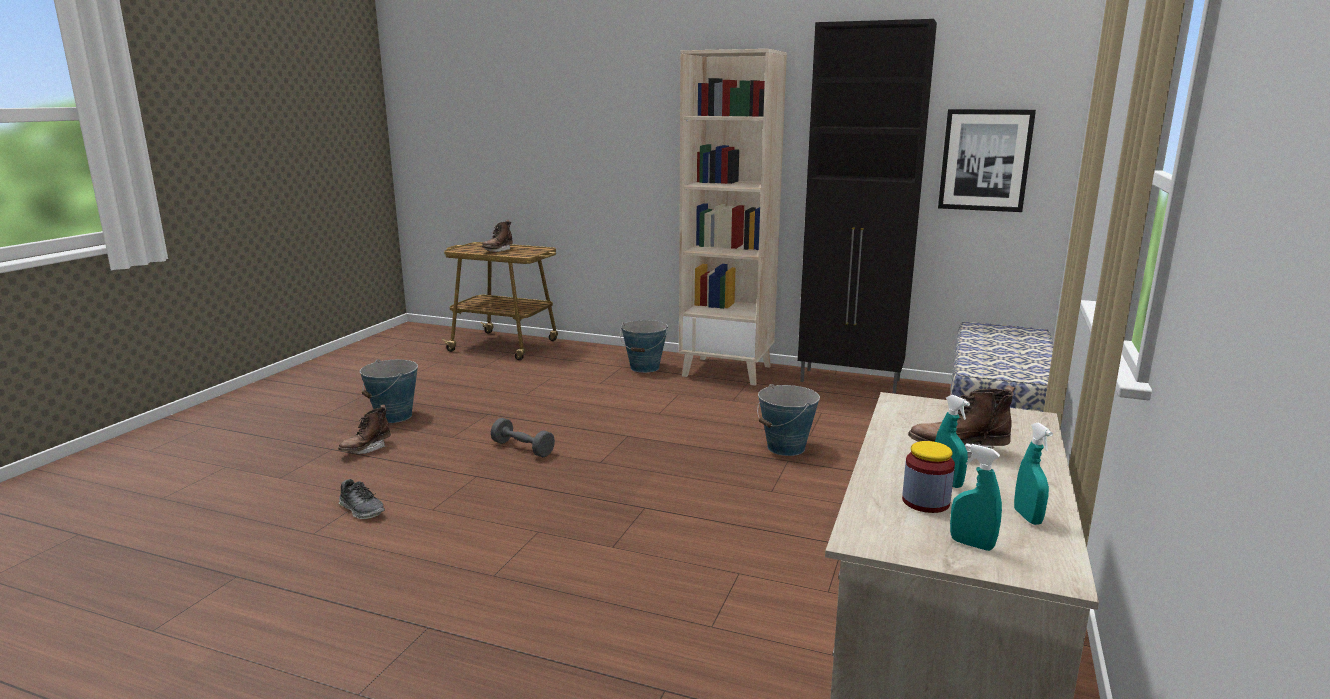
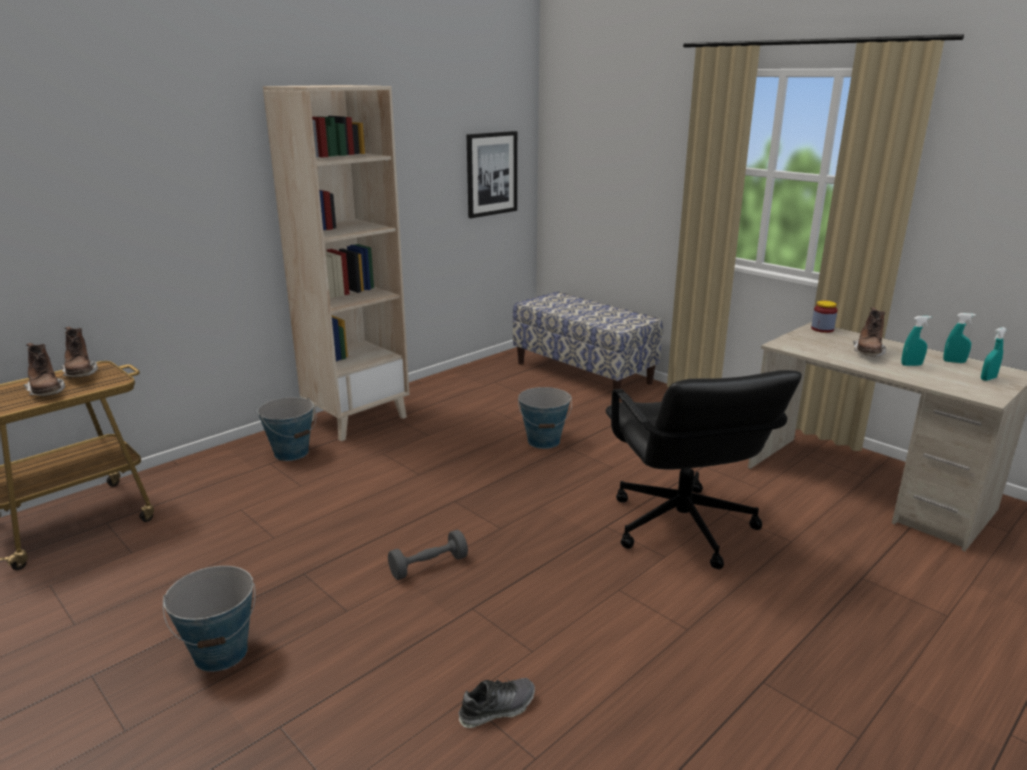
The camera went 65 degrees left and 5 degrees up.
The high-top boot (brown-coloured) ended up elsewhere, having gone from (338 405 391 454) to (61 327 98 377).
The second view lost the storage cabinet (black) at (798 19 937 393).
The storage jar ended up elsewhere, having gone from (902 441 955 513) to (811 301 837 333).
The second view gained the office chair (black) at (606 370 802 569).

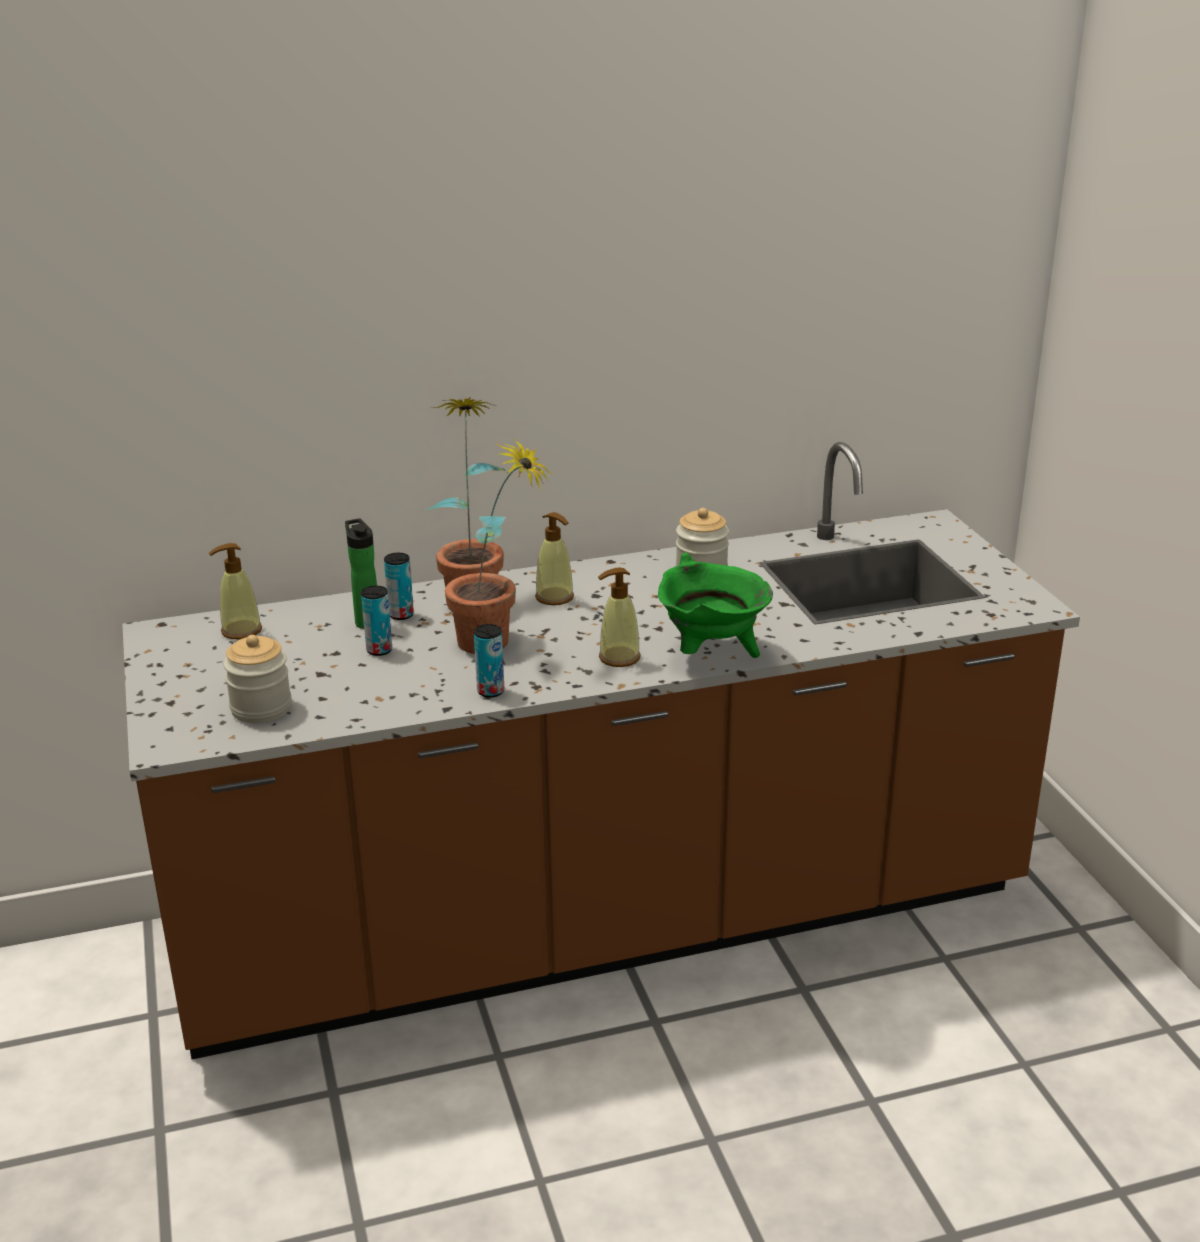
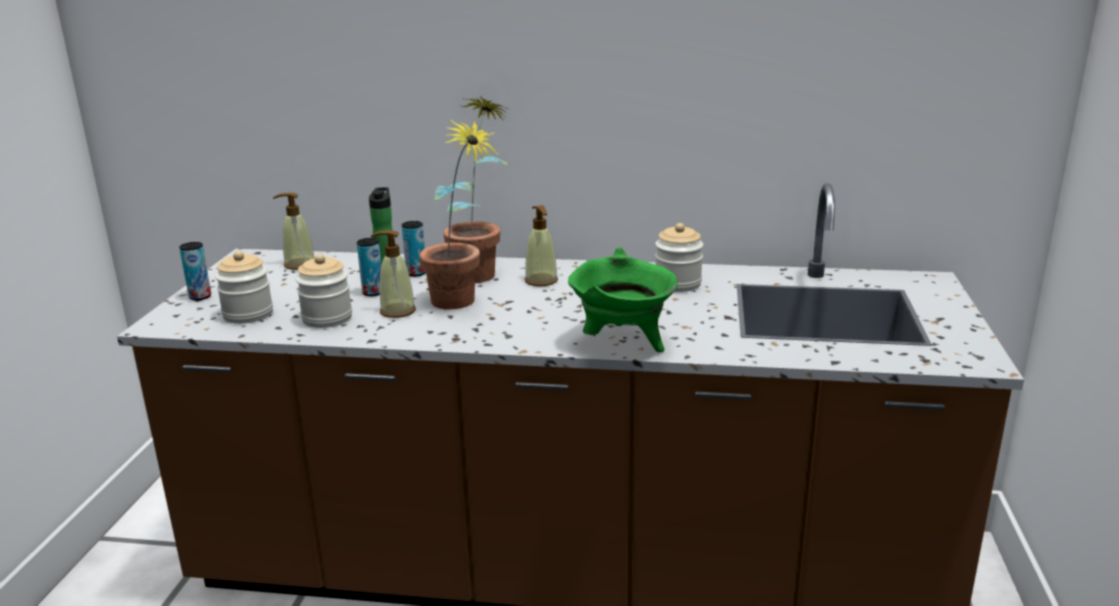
The camera went 25 degrees right and 5 degrees down.
The can ended up elsewhere, having gone from (474 624 504 698) to (179 242 211 300).
The soap dispenser ended up elsewhere, having gone from (598 567 641 667) to (371 230 416 318).
The second view gained the storage jar at (296 254 352 328).

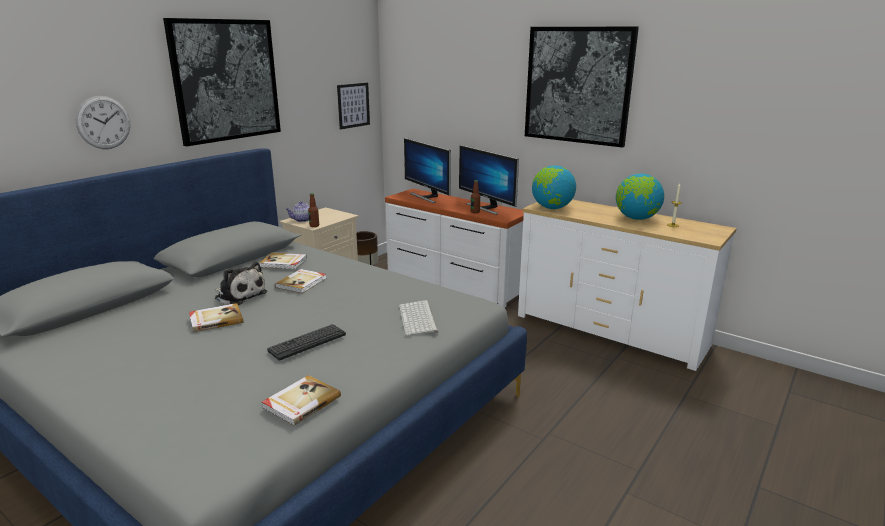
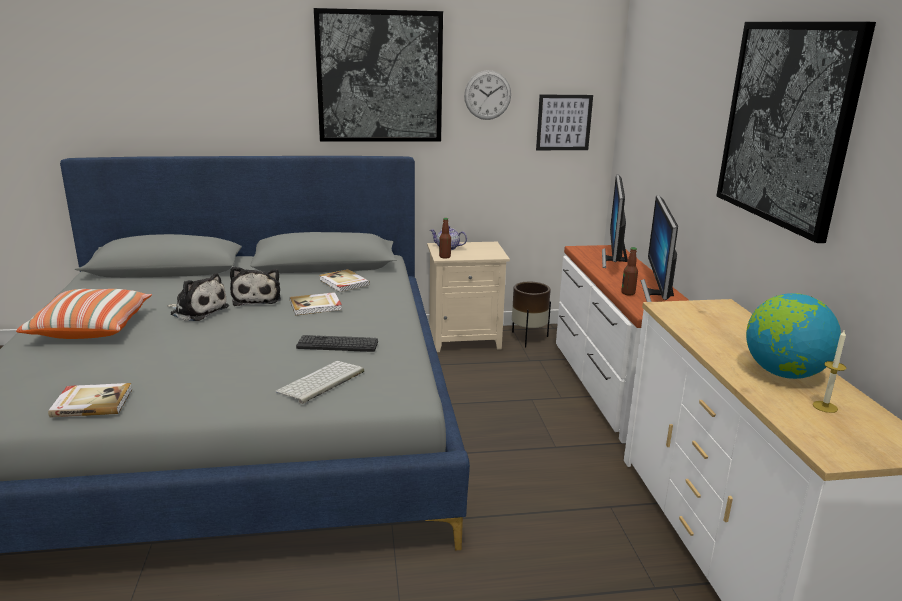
The camera went 45 degrees right and 0 degrees up.
The hanging clock ended up elsewhere, having gone from (75 96 131 149) to (464 70 511 120).
Where the book stood at (189 303 244 333), the soft toy came to stand at (167 273 229 321).
The computer keyboard ended up elsewhere, having gone from (267 324 346 360) to (296 335 378 352).
The second view lost the world globe at (532 165 576 209).
The second view gained the pillow at (16 289 152 339).

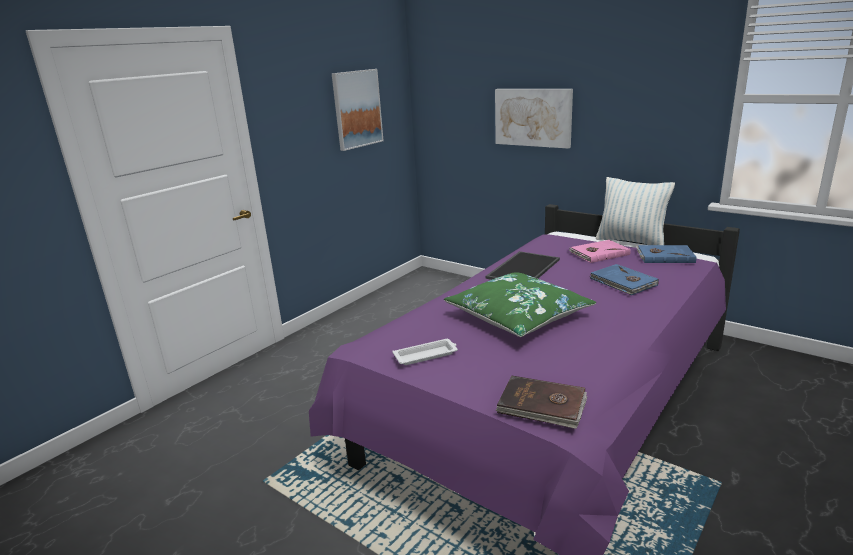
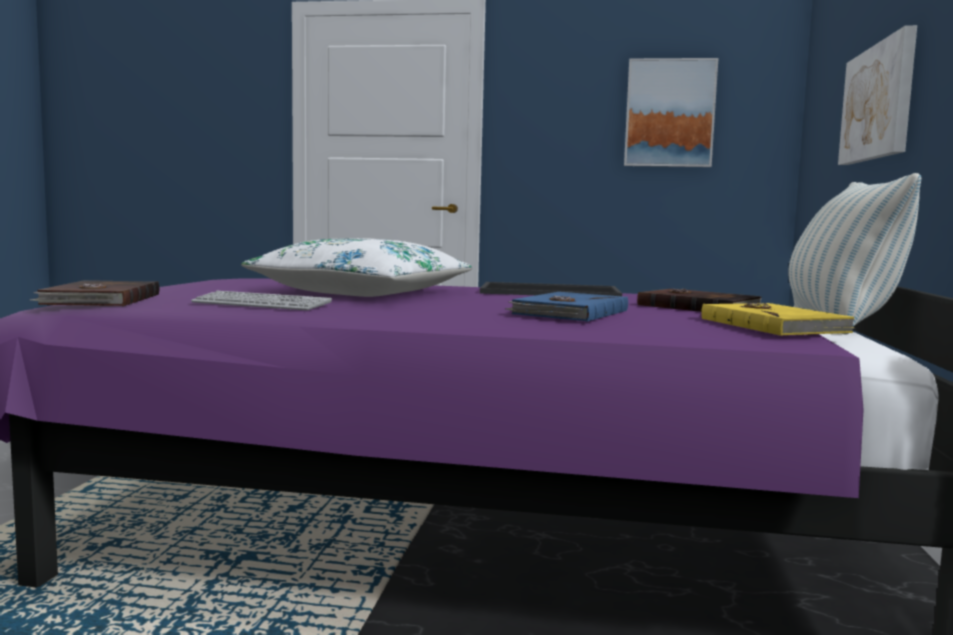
The camera went 60 degrees right and 15 degrees down.
The second view lost the tray (white-coloured) at (392 339 458 365).
What was the pillow (green) at (444 272 596 337) turned into the pillow (white-coloured) at (241 238 472 297).
What was the book (pinkish) at (569 240 631 263) turned into the book (brown-coloured) at (637 289 762 312).
What was the book (bluish) at (637 245 697 263) turned into the book (yellow-coloured) at (701 303 856 336).
The second view gained the computer keyboard at (191 291 332 310).

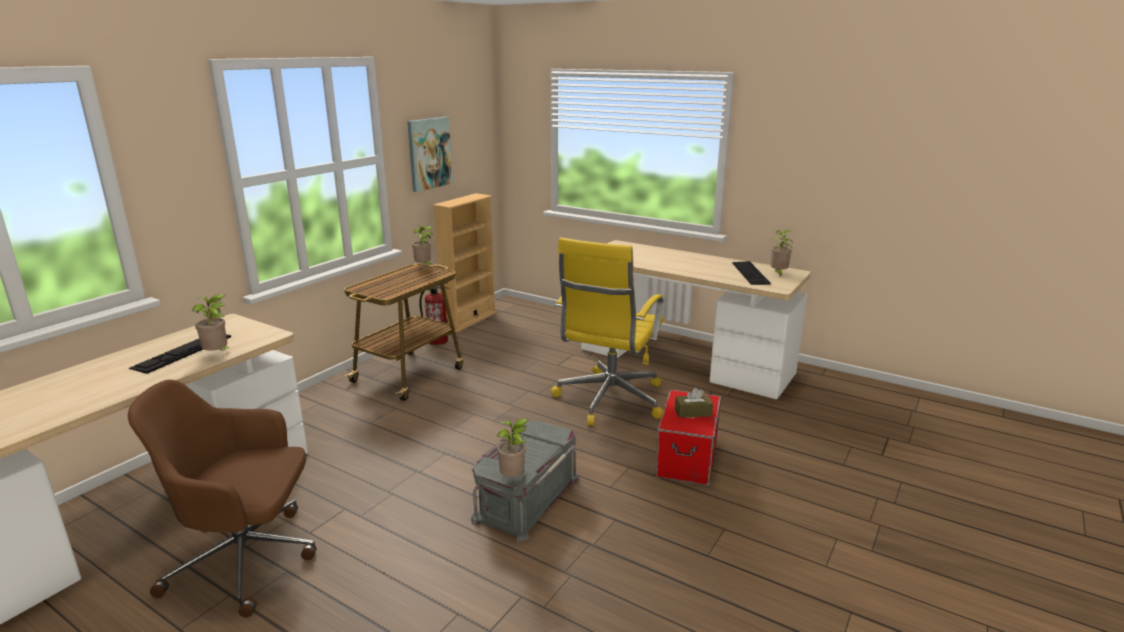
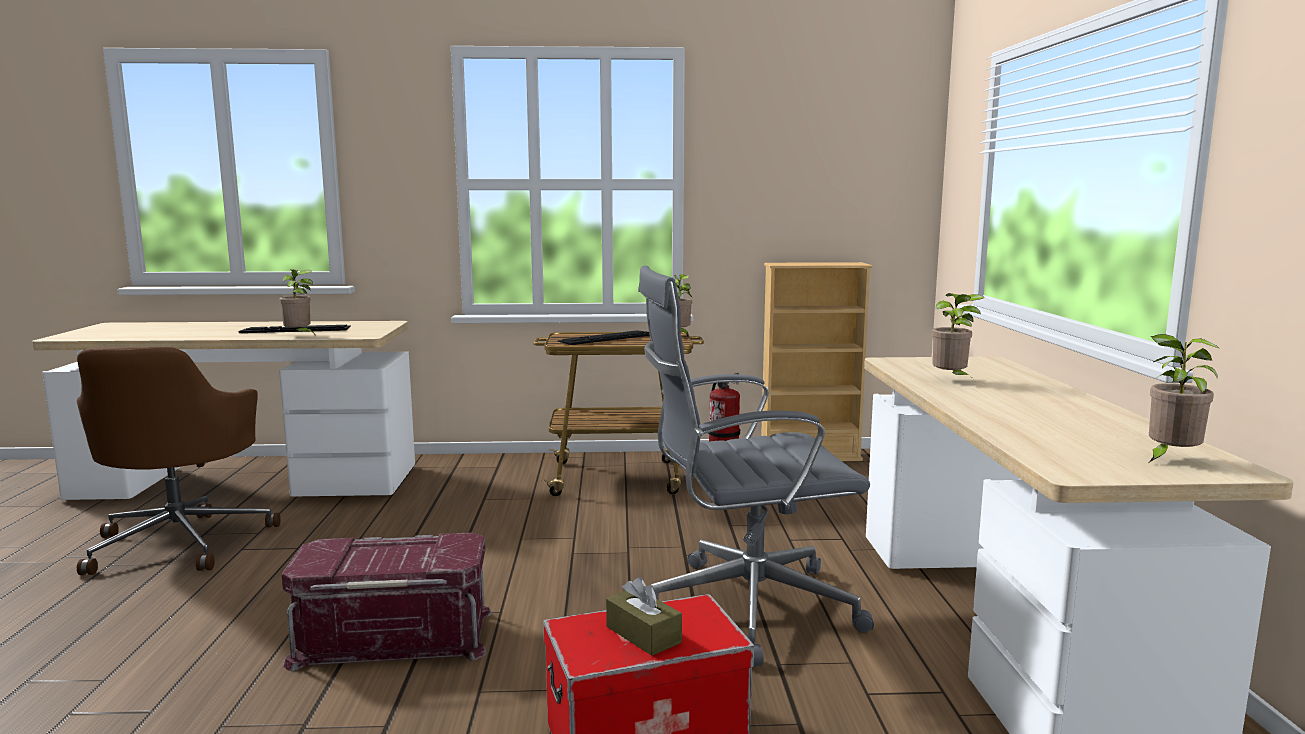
The camera went 55 degrees right and 10 degrees down.
The office chair (brown-coloured) at (128 380 316 618) ended up facing another way, 150 degrees counterclockwise from before.
The second view lost the picture at (407 117 453 192).
What was the storage box (greyish) at (471 421 580 542) turned into the storage box (reddish) at (282 532 492 671).
The potted plant ended up elsewhere, having gone from (497 418 529 477) to (932 293 984 380).
What was the office chair (yellow-coloured) at (551 238 664 425) turned into the office chair (greyish) at (638 265 874 667).
The computer keyboard ended up elsewhere, having gone from (732 261 771 285) to (557 330 650 345).

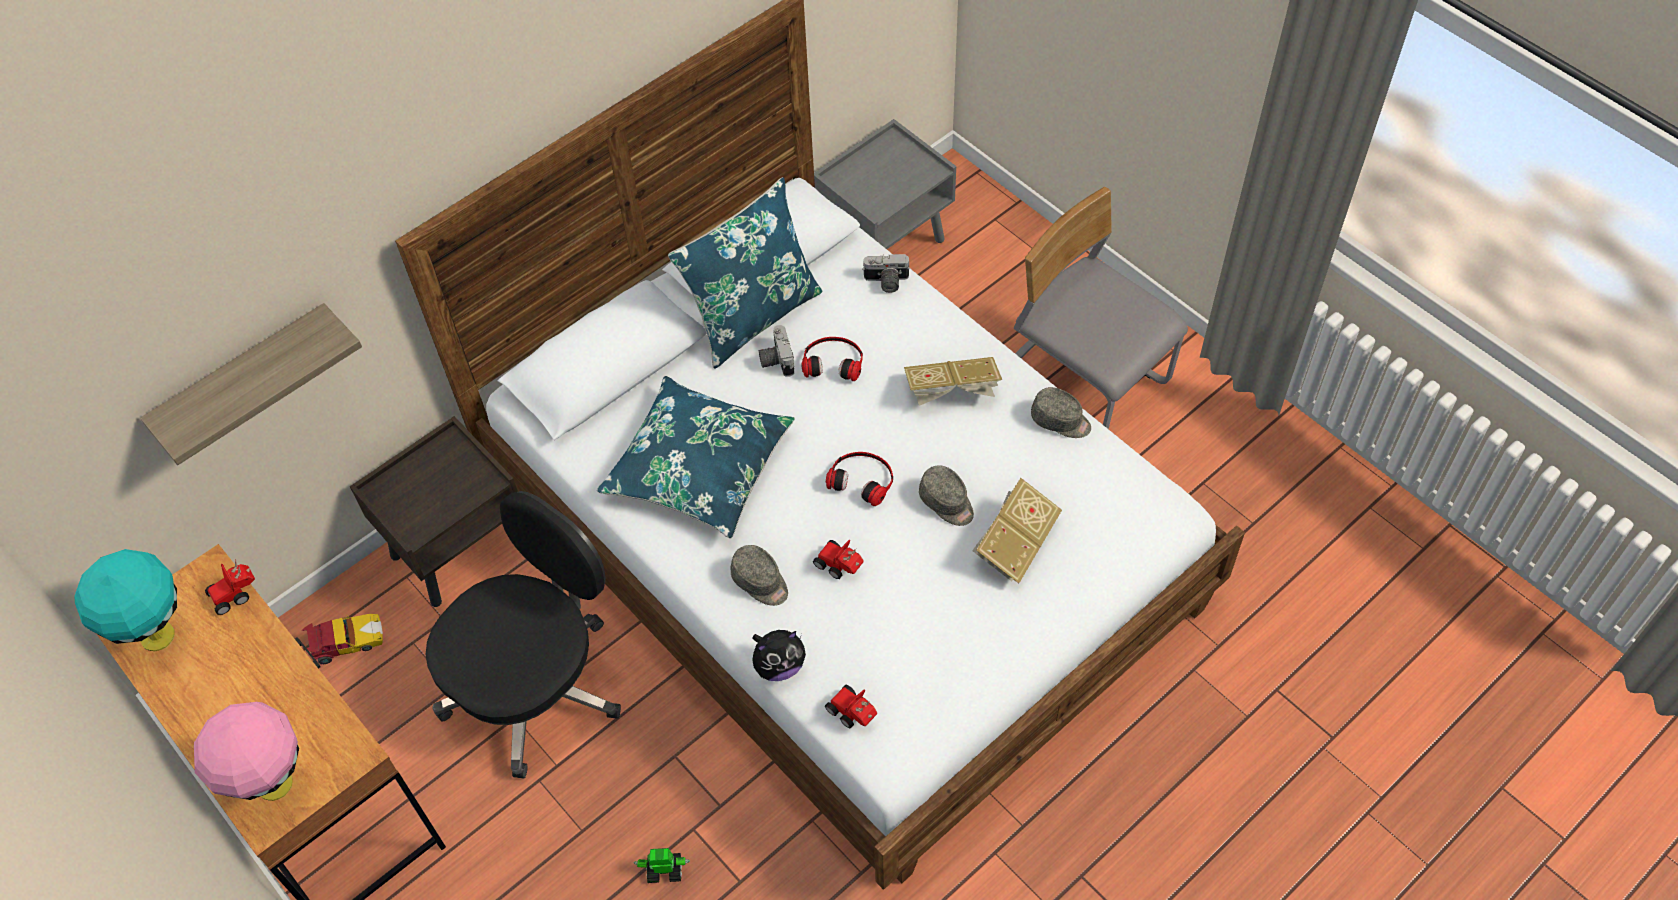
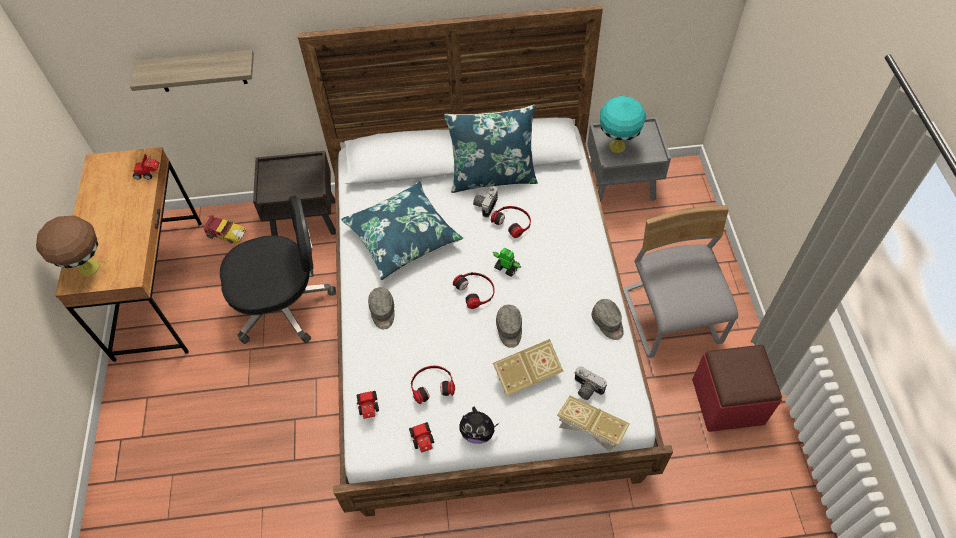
The camera went 35 degrees right and 0 degrees up.
The table lamp (turquoise) ended up elsewhere, having gone from (75 549 177 651) to (600 96 646 153).
What was the table lamp (pinkish) at (194 702 299 801) turned into the table lamp (brown-coloured) at (36 215 99 276).
The toy robot ended up elsewhere, having gone from (633 848 690 883) to (493 248 521 277).
The soft toy ended up elsewhere, having gone from (752 630 806 681) to (459 407 499 444).
The toy car ended up elsewhere, having gone from (813 540 864 579) to (409 422 434 453).
The still camera ended up elsewhere, having gone from (862 254 910 293) to (574 366 607 400).
The book ended up elsewhere, having gone from (904 357 1002 406) to (557 396 630 452).
The second view gained the headset at (411 366 455 404).
The second view gained the ottoman (reddish) at (692 345 782 432).

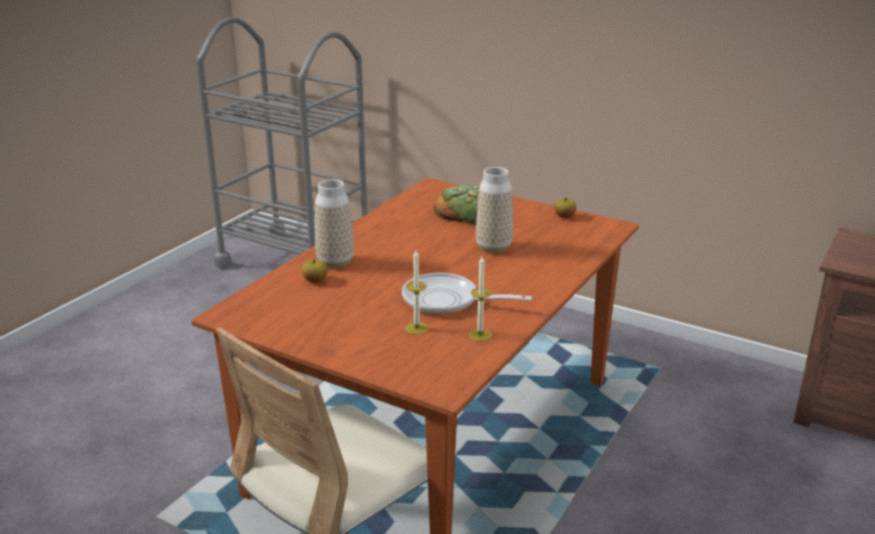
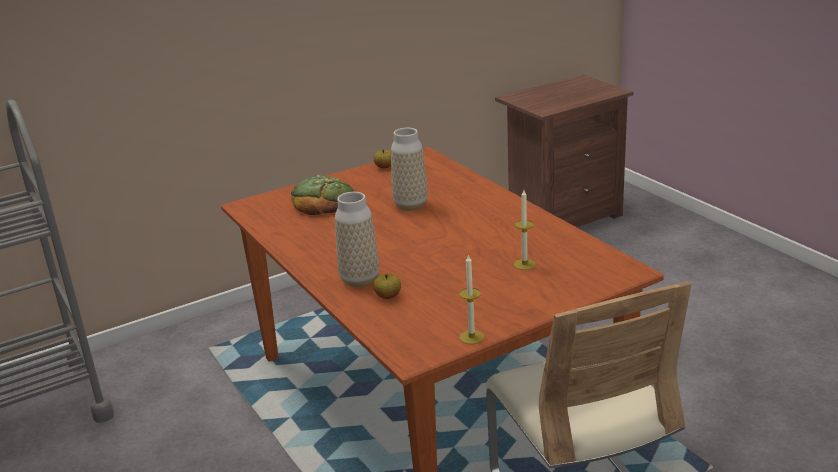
The camera went 60 degrees left and 0 degrees up.
The second view lost the skillet at (402 273 532 314).
The wax candle ended up elsewhere, having gone from (468 256 492 341) to (459 254 484 344).

